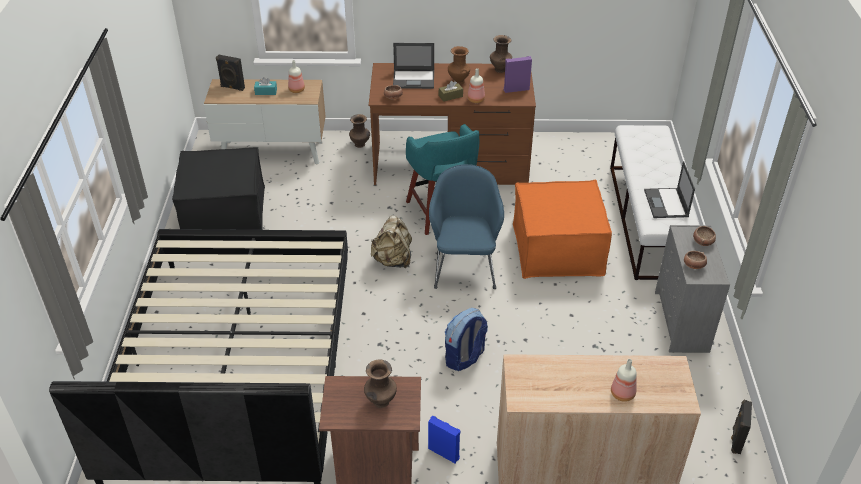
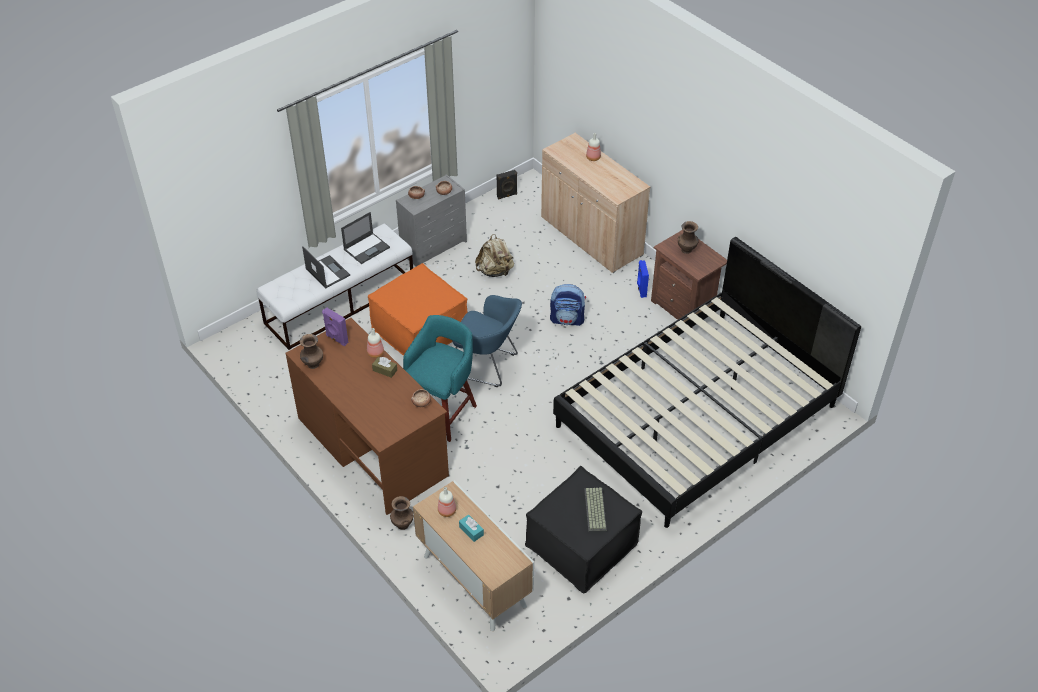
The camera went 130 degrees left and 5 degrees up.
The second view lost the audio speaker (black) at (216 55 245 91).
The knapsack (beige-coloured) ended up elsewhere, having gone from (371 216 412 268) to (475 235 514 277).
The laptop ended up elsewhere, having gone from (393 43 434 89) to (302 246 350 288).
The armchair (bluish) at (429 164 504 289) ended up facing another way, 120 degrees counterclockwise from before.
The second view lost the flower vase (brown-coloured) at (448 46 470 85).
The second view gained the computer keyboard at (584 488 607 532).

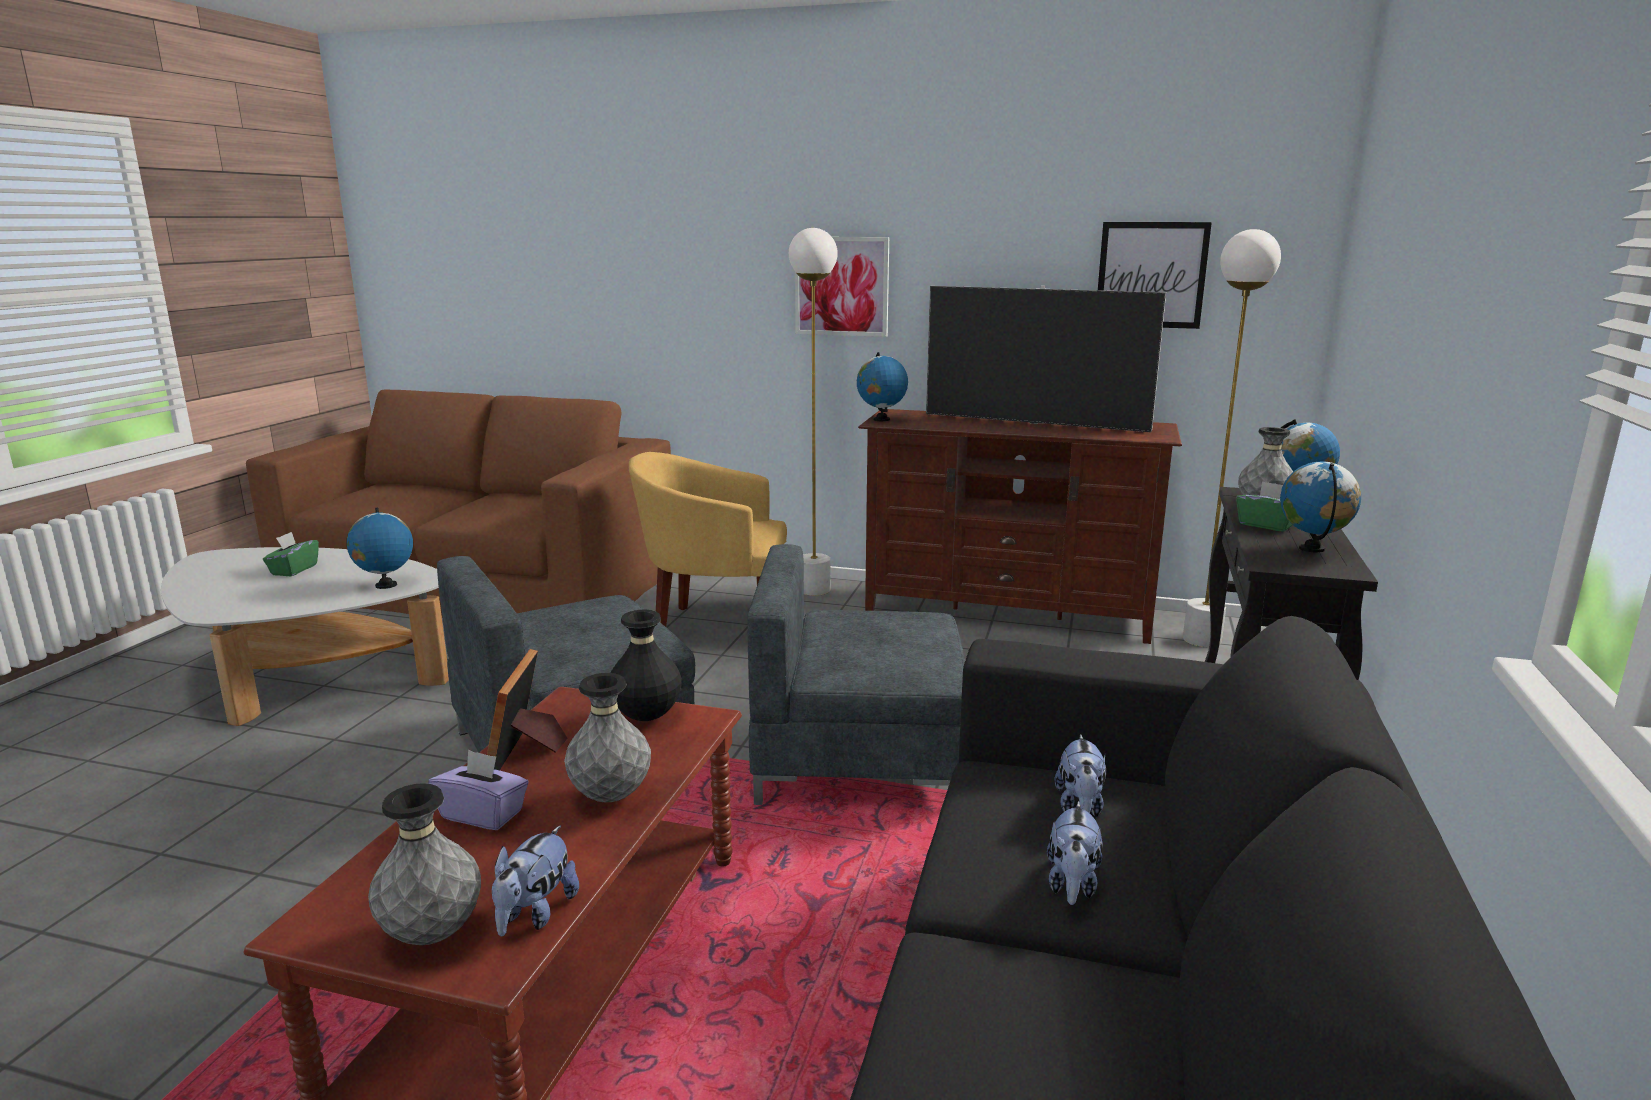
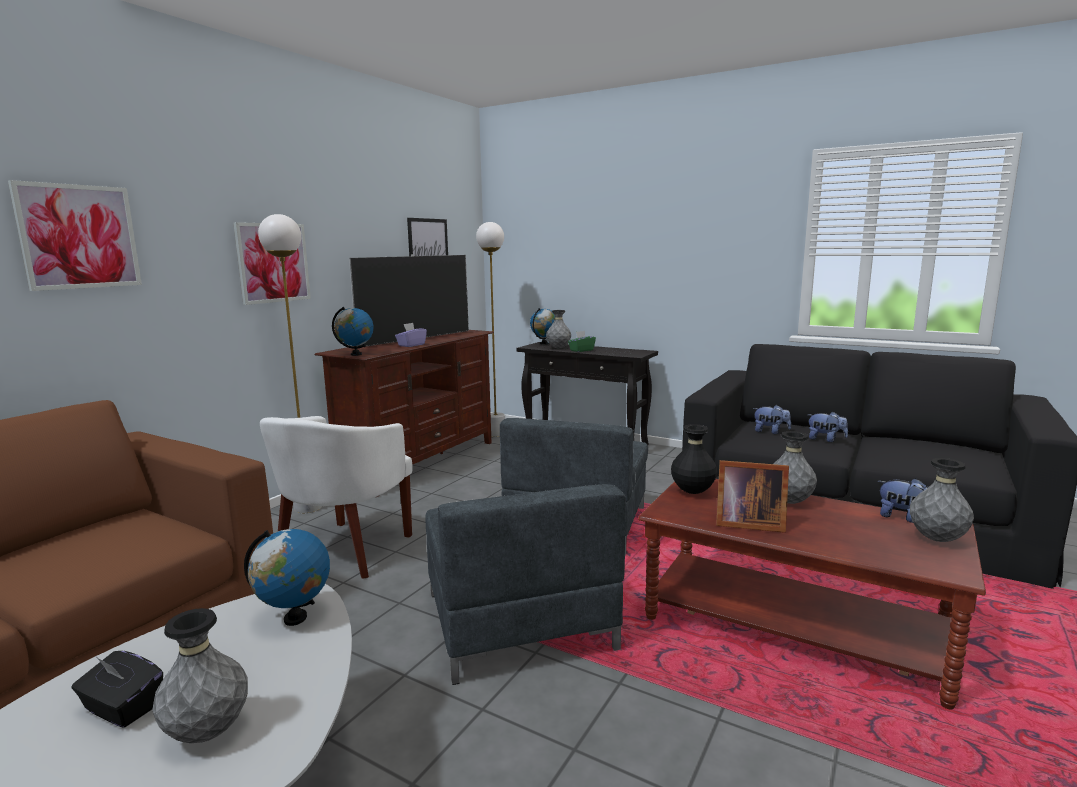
The camera went 75 degrees left and 5 degrees down.
What was the tissue holder (green) at (263 532 319 576) turned into the tissue holder (black) at (72 651 163 728).
The tissue holder (purple-coloured) ended up elsewhere, having gone from (428 749 529 830) to (395 323 427 347).
What was the armchair (yellow-coloured) at (629 452 787 627) turned into the armchair (white-coloured) at (260 416 412 579).
The second view lost the world globe at (1280 462 1361 553).
The second view gained the picture at (8 180 142 291).
The second view gained the flower vase (greyish) at (152 608 248 743).

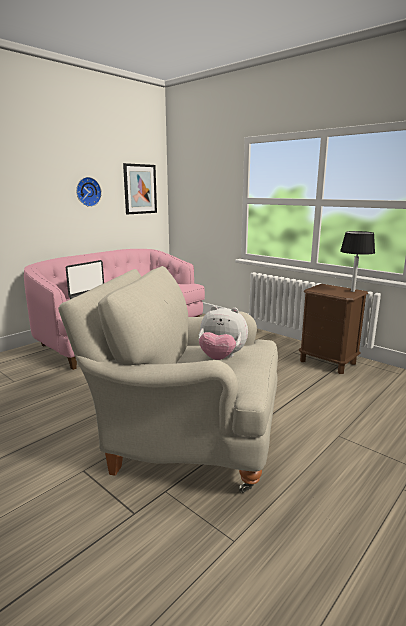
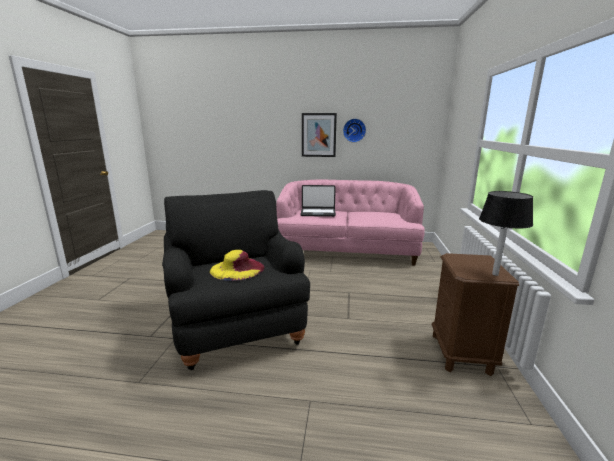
The camera went 55 degrees right and 0 degrees up.
What was the armchair (beige-coloured) at (58 266 278 493) turned into the armchair (black) at (162 190 310 370).
The picture ended up elsewhere, having gone from (123 163 157 214) to (302 113 337 157).
Where the soft toy stood at (199 306 248 360), the wearable hat (yellow-coloured) came to stand at (210 250 265 281).

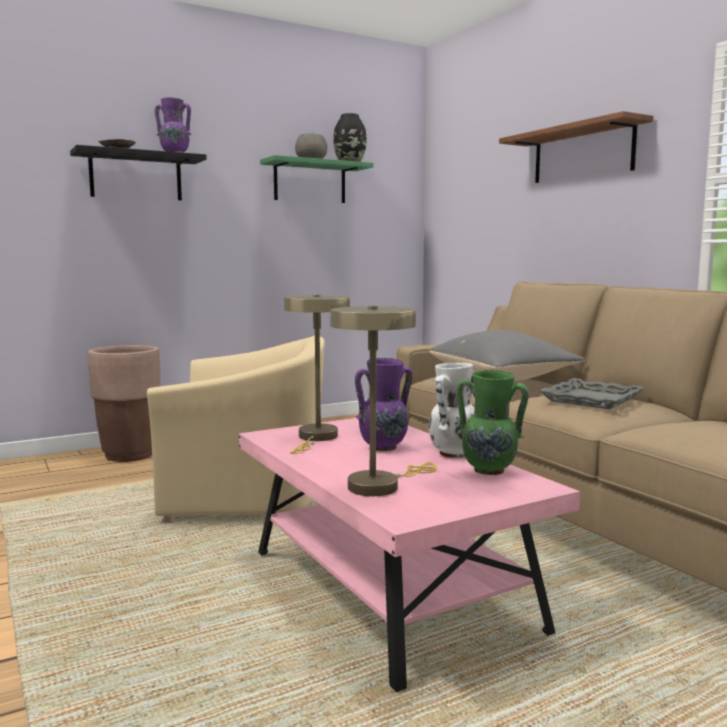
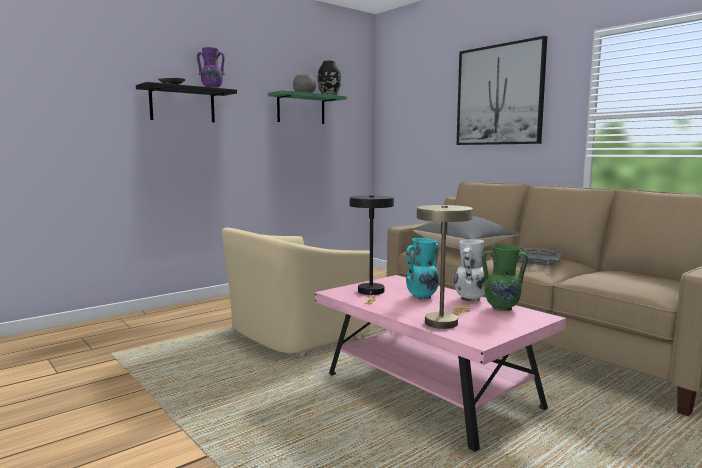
The camera went 10 degrees left and 0 degrees up.
The second view lost the plant pot (brown-coloured) at (88 345 161 462).
The armchair (beige-coloured) at (147 336 325 523) ended up facing another way, 150 degrees clockwise from before.
What was the table lamp (beige-coloured) at (284 294 350 454) turned into the table lamp (black) at (350 195 394 304).
What was the flower vase (purple-coloured) at (355 358 412 451) turned into the flower vase (turquoise) at (406 237 440 300).
Where the wall shelf hung at (499 111 654 183), the picture came to hang at (457 36 547 145).

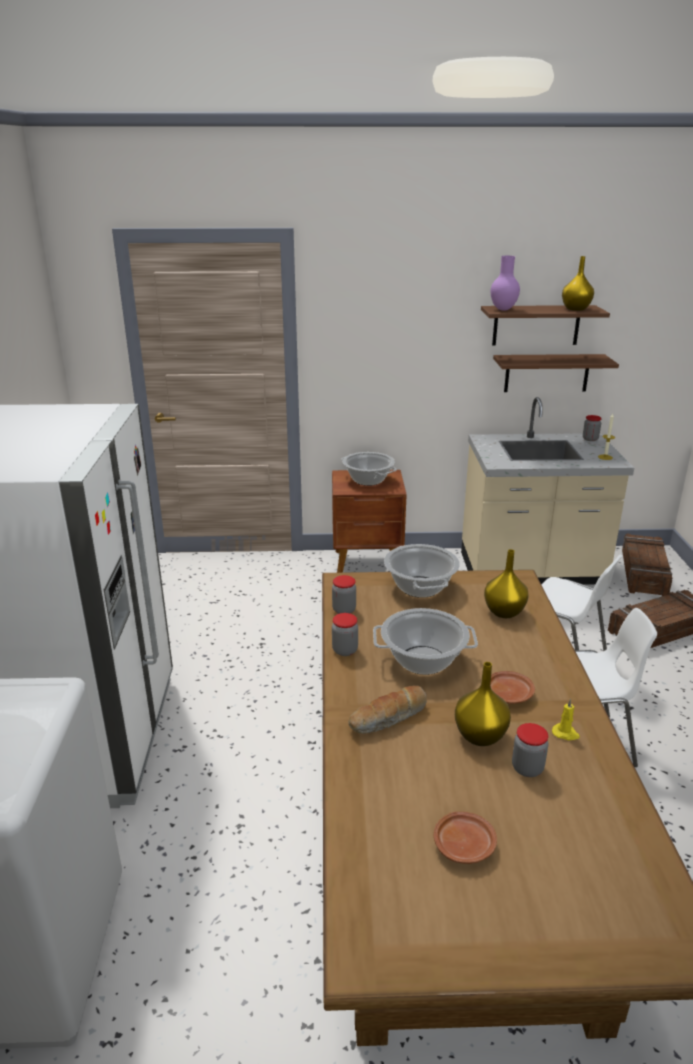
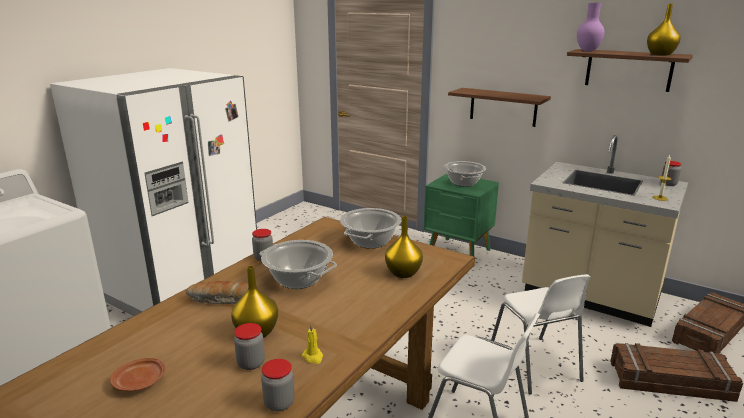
The camera went 35 degrees right and 5 degrees down.
What was the bedside table (brown-coloured) at (332 470 407 573) turned into the bedside table (green) at (424 173 499 256).
The storage jar ended up elsewhere, having gone from (332 575 356 614) to (261 359 295 411).
The second view lost the dinner plate (brown-coloured) at (490 671 535 704).
The wall shelf (brown-coloured) ended up elsewhere, having gone from (493 354 619 392) to (448 88 551 127).

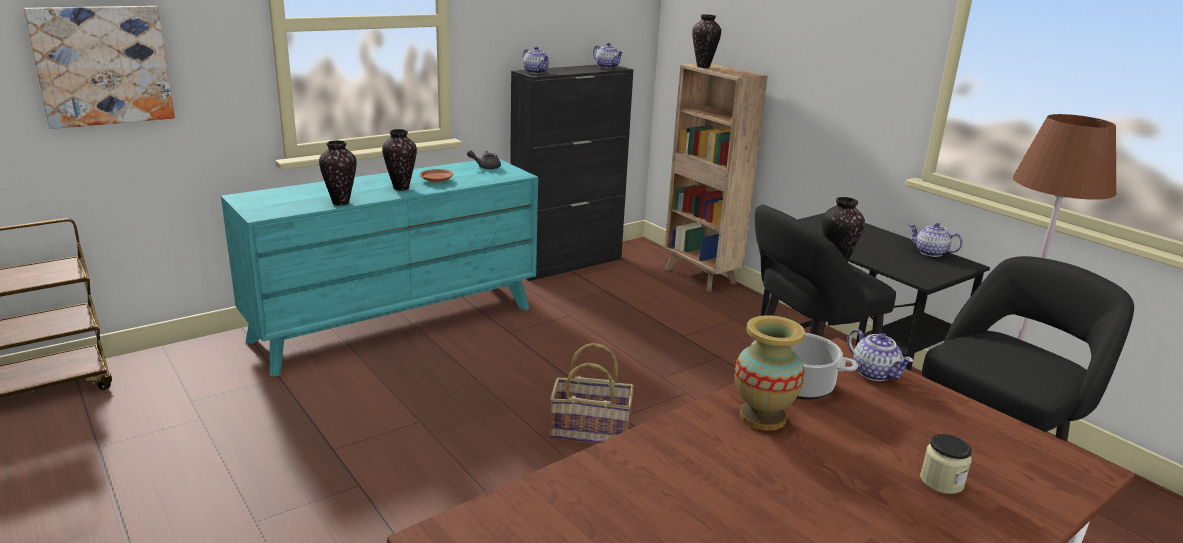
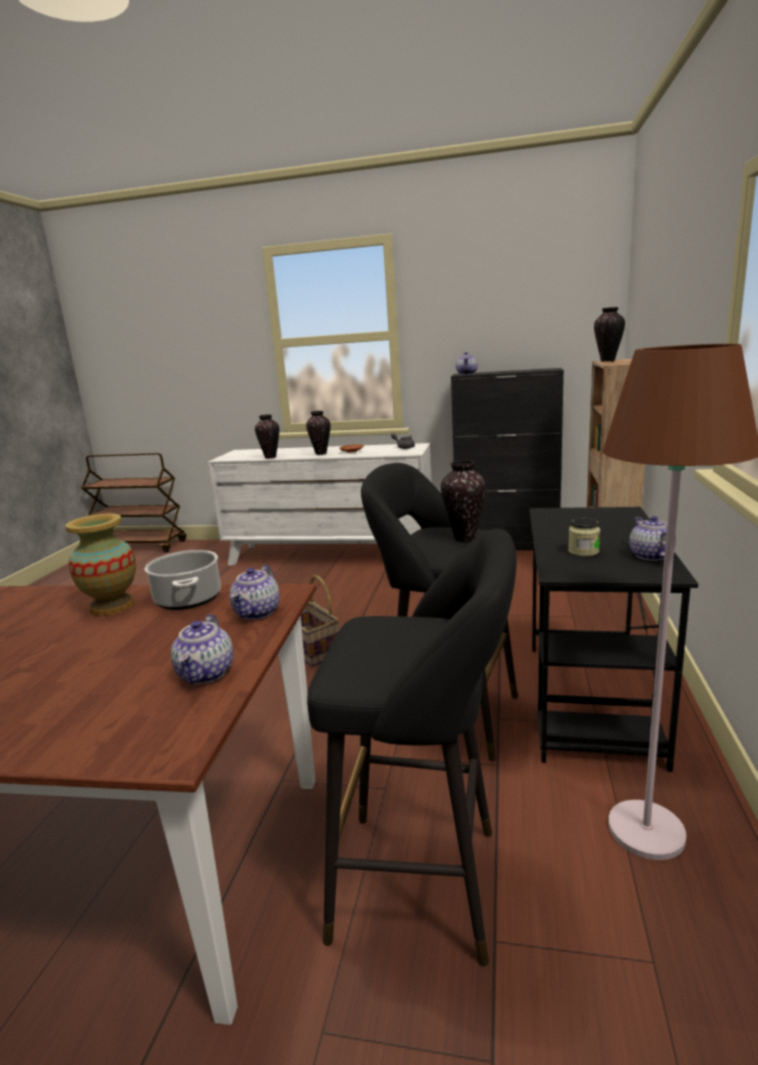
The camera went 50 degrees right and 5 degrees down.
The second view lost the picture at (24 6 175 129).
What was the drawer chest (turquoise) at (221 159 538 376) turned into the drawer chest (white-coloured) at (208 443 432 566).
The tea pot ended up elsewhere, having gone from (593 43 623 69) to (171 614 233 684).
The storage jar ended up elsewhere, having gone from (920 434 972 494) to (568 518 600 556).

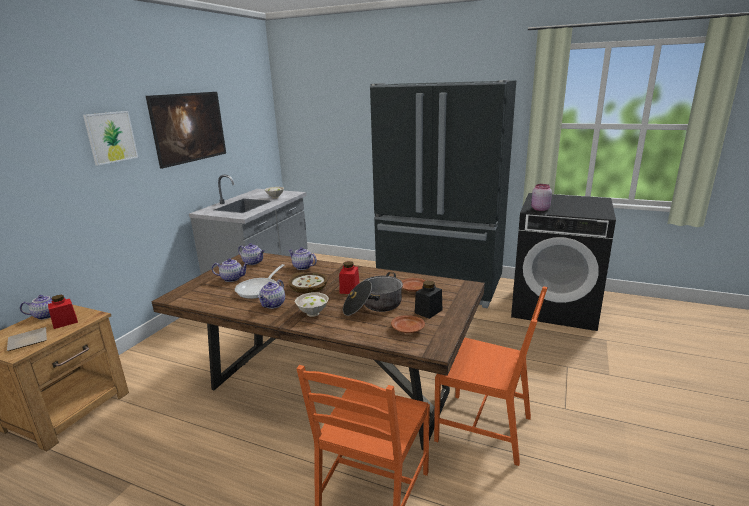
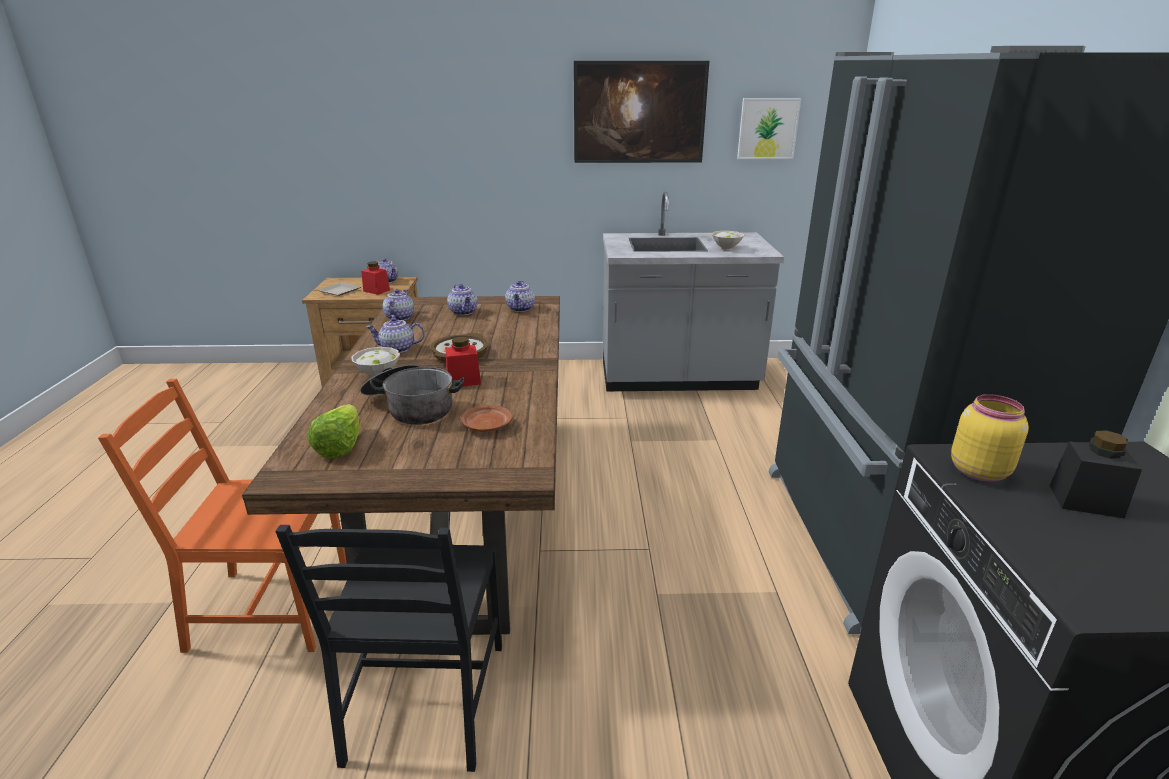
The camera went 65 degrees right and 5 degrees up.
The picture ended up elsewhere, having gone from (83 111 138 166) to (737 98 801 159).
The second view lost the skillet at (235 264 284 299).
The tea pot ended up elsewhere, having gone from (288 247 317 270) to (383 289 414 321).
Where the dinner plate (brown-coloured) stood at (391 315 425 333), the lettuce head came to stand at (307 404 361 458).
The storage jar (black) ended up elsewhere, having gone from (415 280 442 319) to (1050 430 1142 519).
What was the plain chair (orange) at (434 286 548 466) turned into the plain chair (black) at (275 525 502 772).
What was the storage jar (pinkish) at (531 184 552 211) turned into the storage jar (yellow-coloured) at (951 394 1029 482).

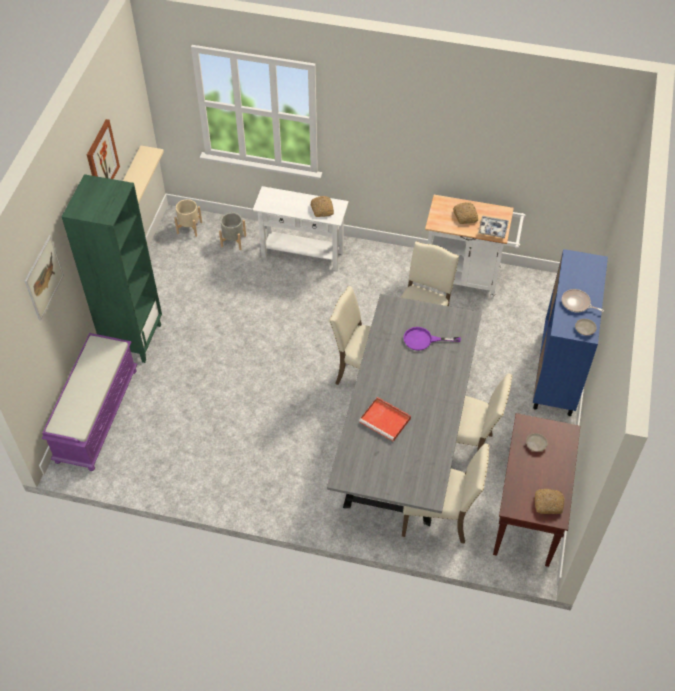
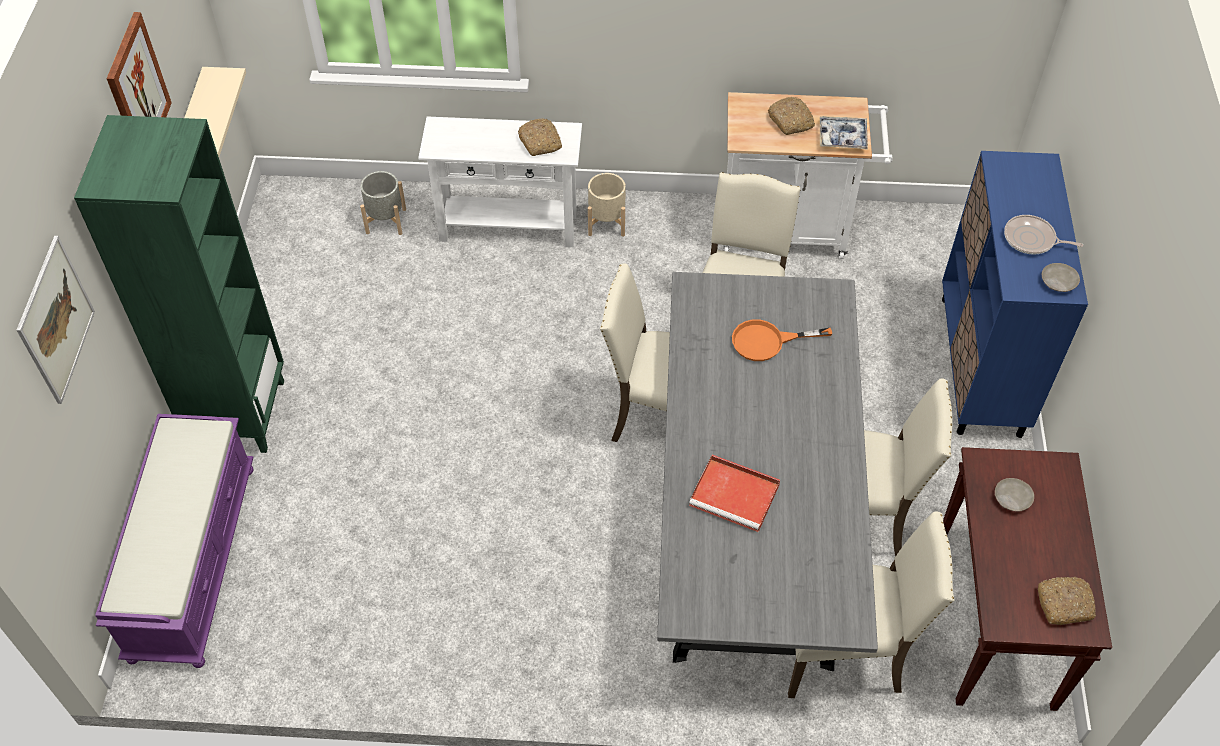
The camera went 10 degrees left and 0 degrees up.
The plant pot (beige-coloured) ended up elsewhere, having gone from (174 199 202 237) to (588 173 626 237).
What was the skillet (purple-coloured) at (403 327 461 351) turned into the skillet (orange) at (732 319 832 361).

